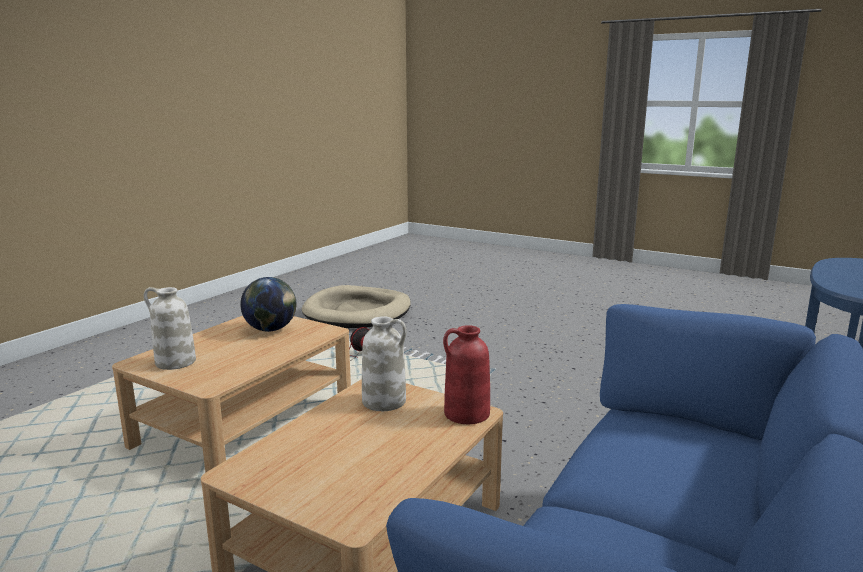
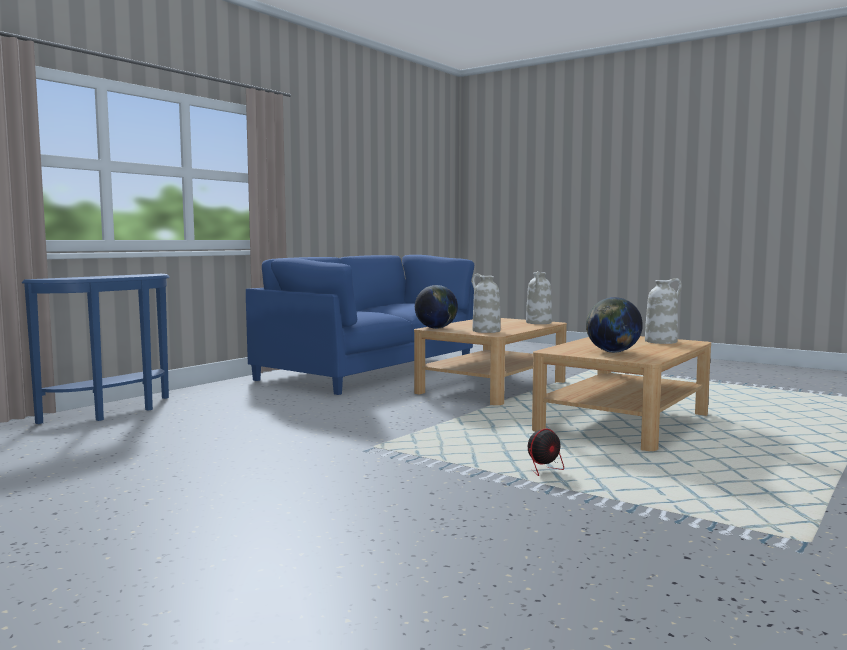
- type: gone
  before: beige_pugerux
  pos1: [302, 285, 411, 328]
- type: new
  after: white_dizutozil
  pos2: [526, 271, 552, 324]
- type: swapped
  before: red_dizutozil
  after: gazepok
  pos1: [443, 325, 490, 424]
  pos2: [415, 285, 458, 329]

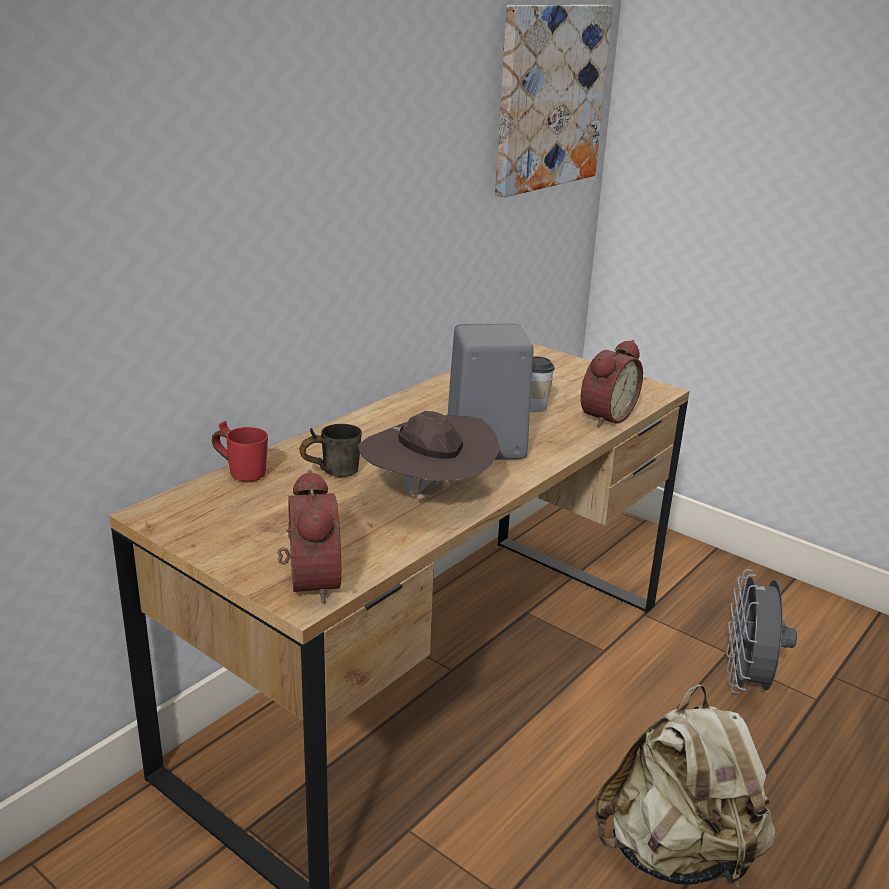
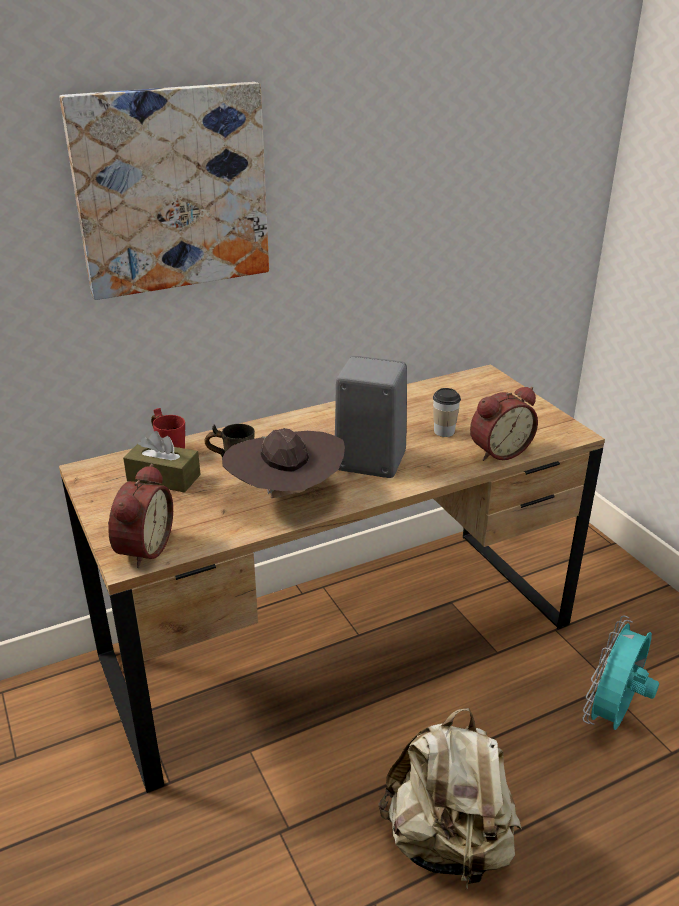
- type: new
  after: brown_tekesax
  pos2: [123, 431, 201, 493]
- type: shifted
  before: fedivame
  pos1: [495, 5, 613, 197]
  pos2: [60, 82, 269, 300]
- type: repainted
  before: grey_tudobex
  after: turquoise_tudobex
  pos1: [726, 569, 797, 694]
  pos2: [582, 615, 659, 730]

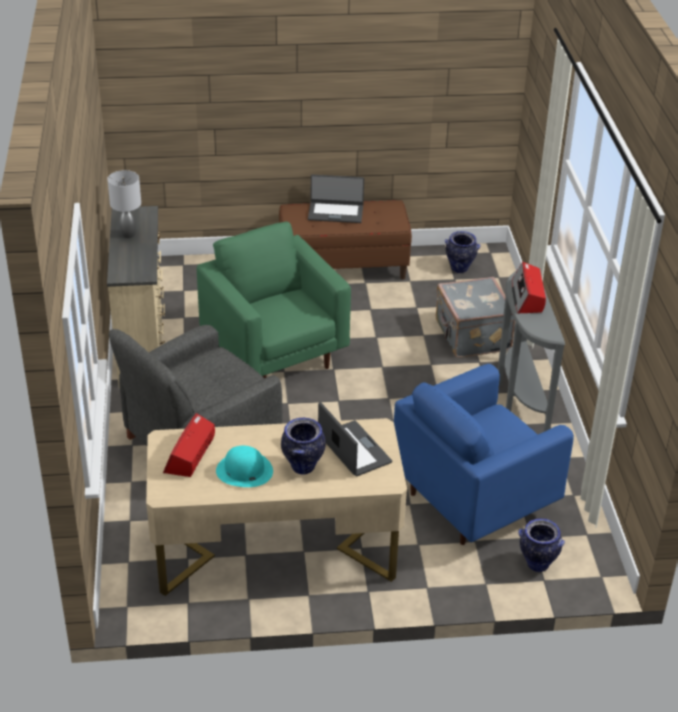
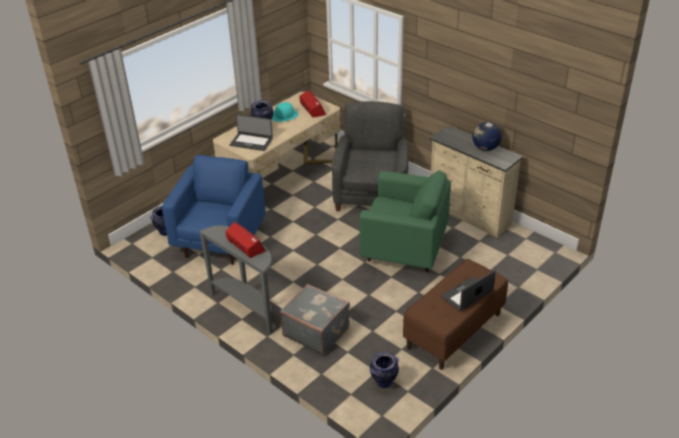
- type: swapped
  before: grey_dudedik
  after: gazepok
  pos1: [107, 170, 141, 238]
  pos2: [472, 122, 501, 151]

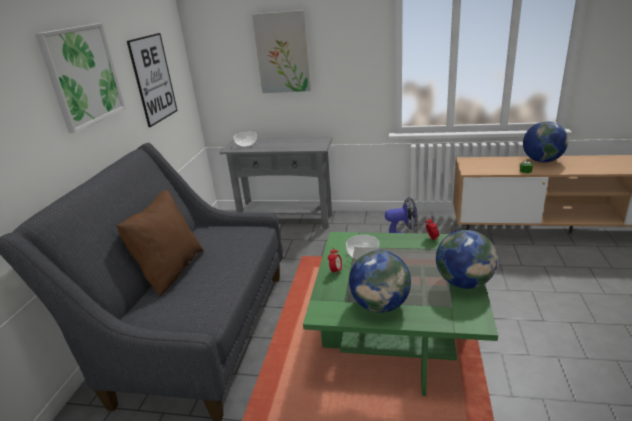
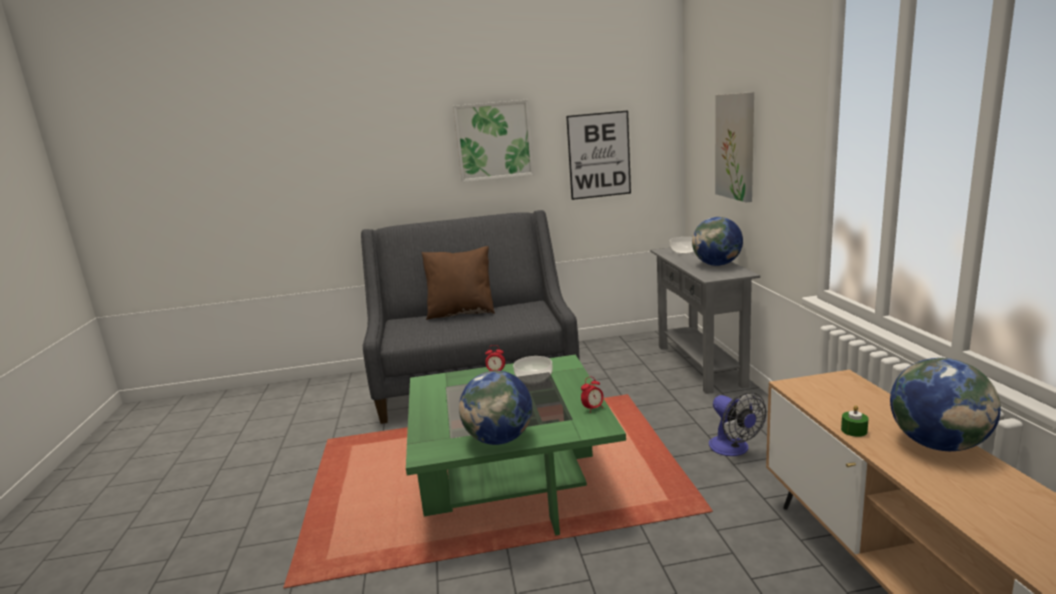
- type: shifted
  before: gazepok
  pos1: [349, 250, 411, 313]
  pos2: [692, 217, 743, 266]

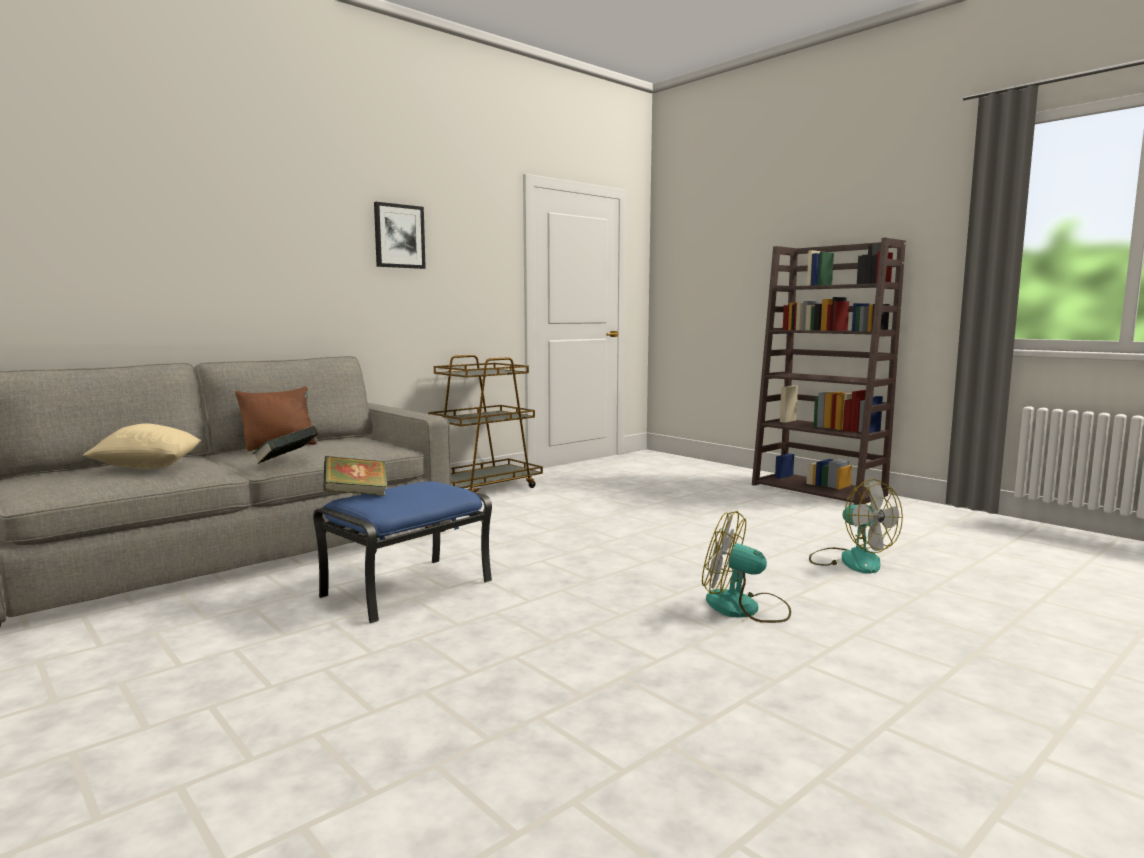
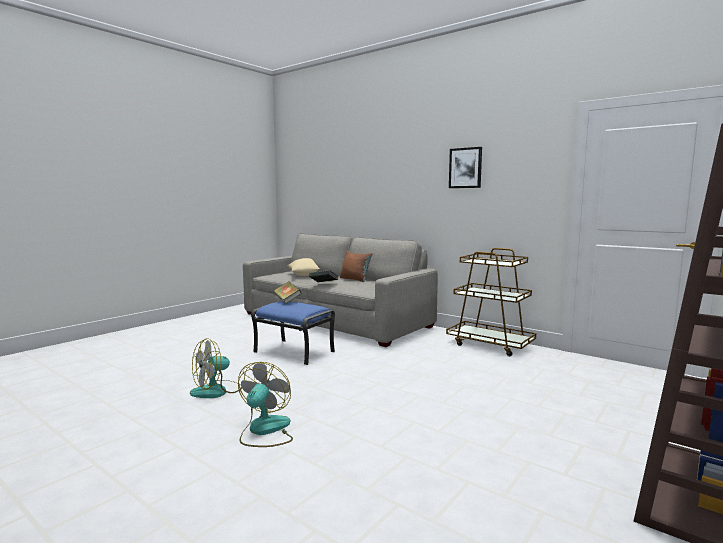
- type: shifted
  before: tudobex
  pos1: [809, 479, 903, 574]
  pos2: [190, 338, 242, 398]

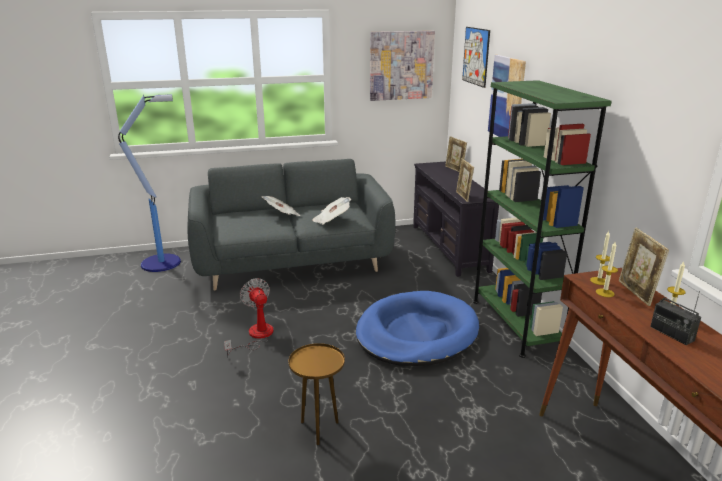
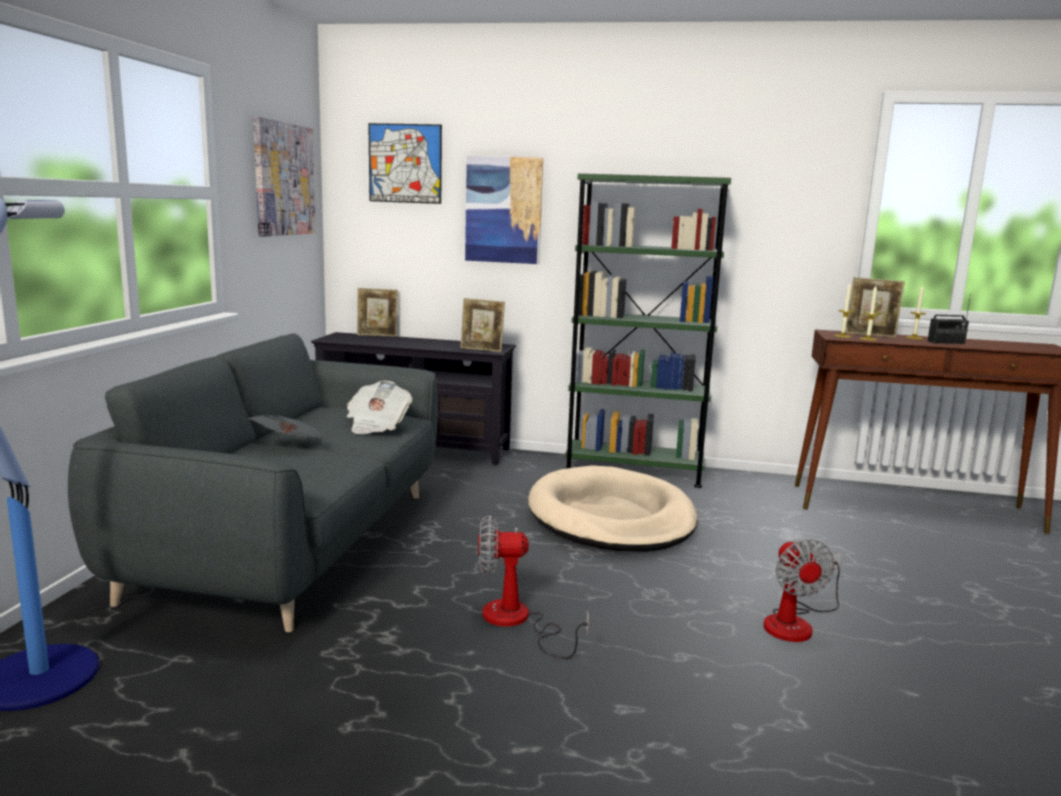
- type: swapped
  before: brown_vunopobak
  after: tudobex
  pos1: [288, 343, 345, 446]
  pos2: [763, 539, 842, 642]
- type: repainted
  before: blue_pugerux
  after: beige_pugerux
  pos1: [356, 291, 479, 366]
  pos2: [528, 465, 698, 552]

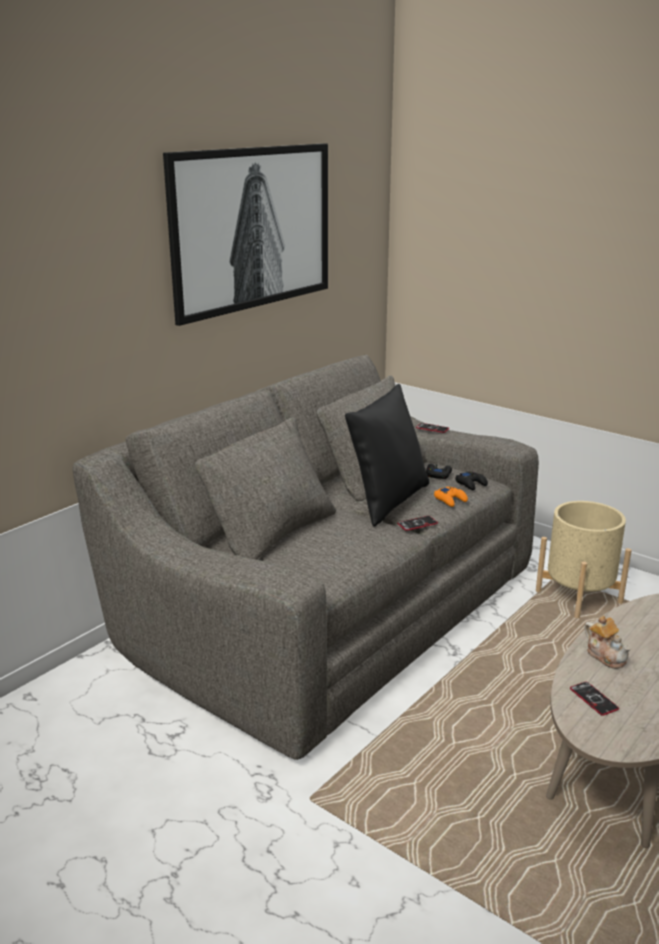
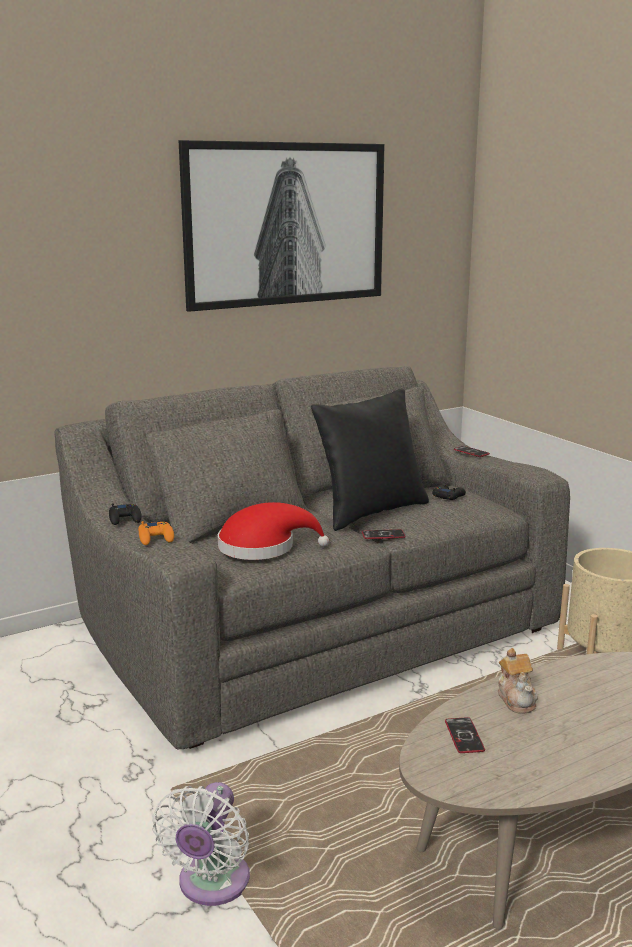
- type: new
  after: white_tudobex
  pos2: [152, 782, 250, 906]
- type: new
  after: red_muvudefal
  pos2: [218, 502, 329, 560]
- type: shifted
  before: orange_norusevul
  pos1: [434, 487, 468, 507]
  pos2: [138, 521, 174, 545]
- type: shifted
  before: black_norusevul
  pos1: [455, 472, 488, 490]
  pos2: [109, 504, 142, 525]

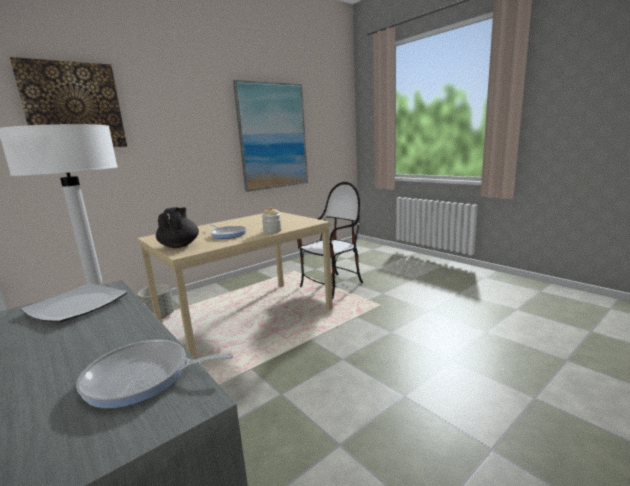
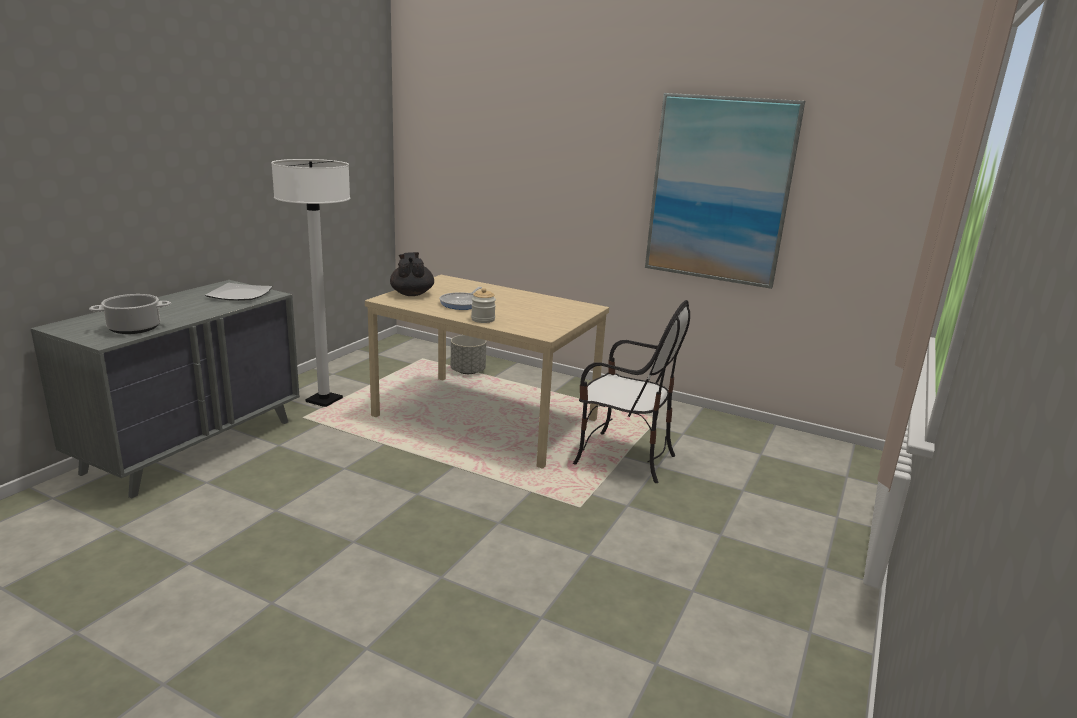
- type: gone
  before: fedivame
  pos1: [10, 57, 127, 147]
- type: swapped
  before: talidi
  after: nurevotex
  pos1: [76, 340, 234, 408]
  pos2: [89, 294, 171, 334]
- type: rotated
  before: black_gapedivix
  pos1: [156, 207, 199, 248]
  pos2: [390, 252, 434, 296]
  turn: -75

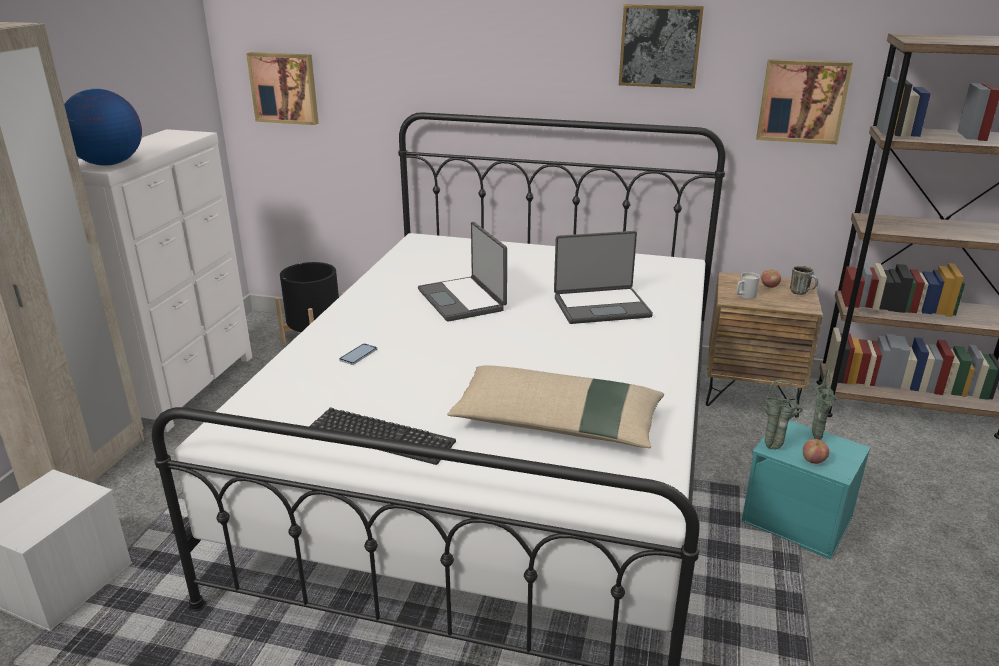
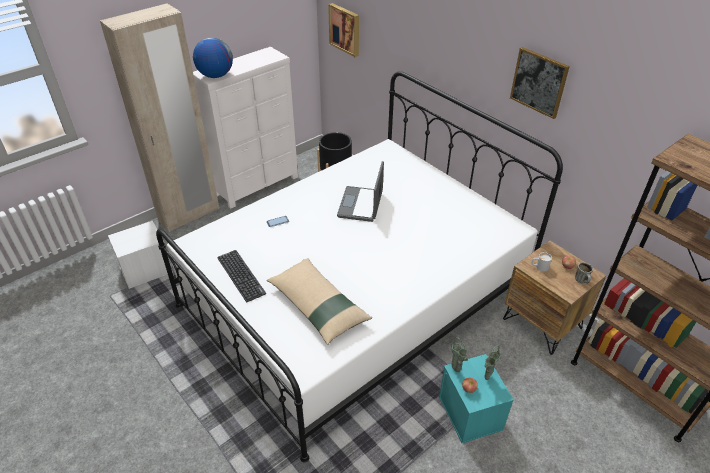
- type: gone
  before: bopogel
  pos1: [554, 231, 653, 324]
- type: gone
  before: fedivame
  pos1: [756, 59, 853, 144]

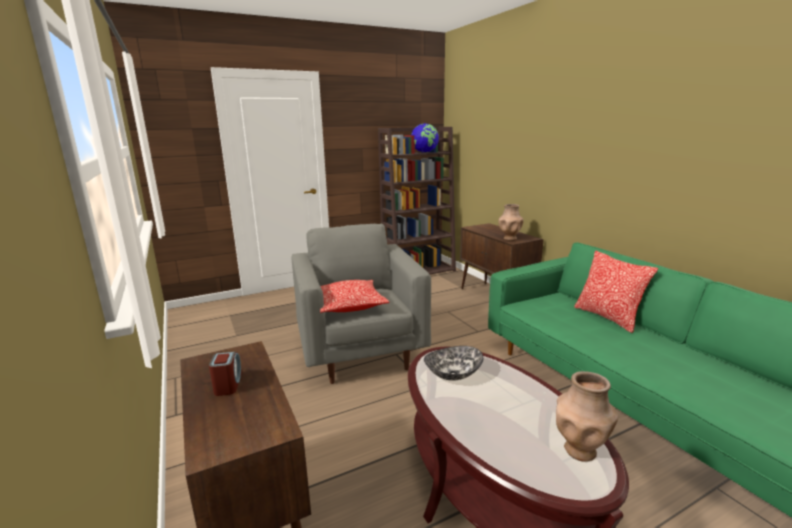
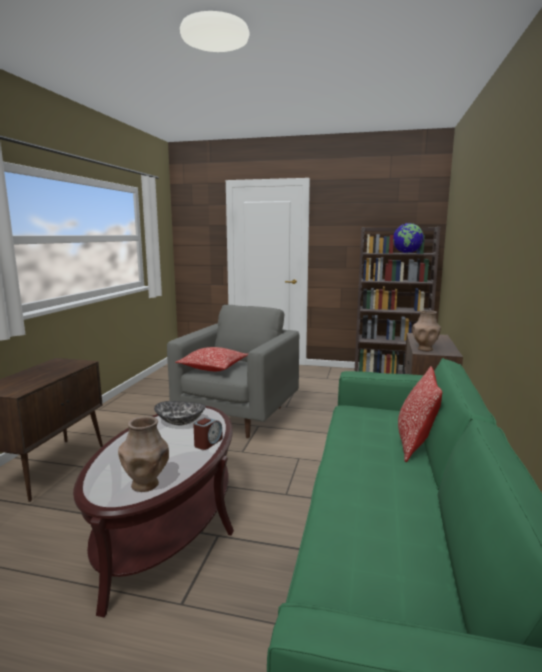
- type: shifted
  before: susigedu
  pos1: [209, 352, 242, 396]
  pos2: [193, 417, 223, 450]

